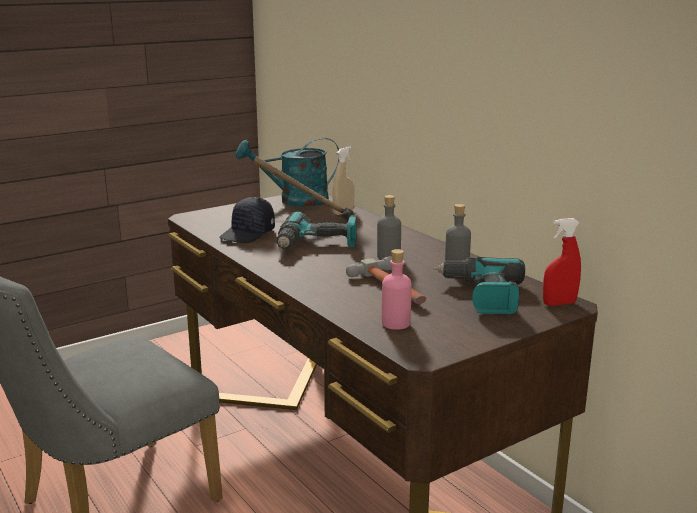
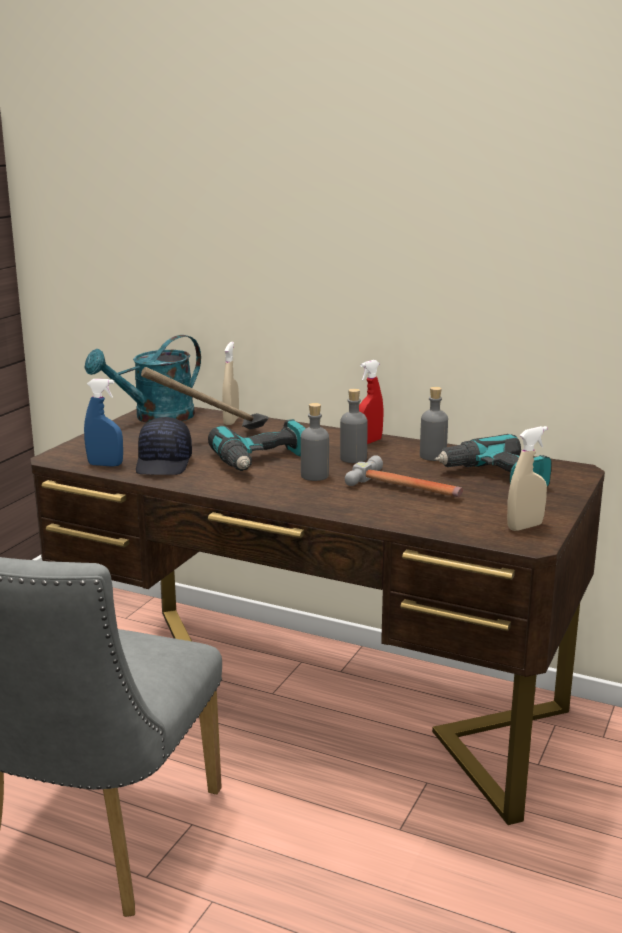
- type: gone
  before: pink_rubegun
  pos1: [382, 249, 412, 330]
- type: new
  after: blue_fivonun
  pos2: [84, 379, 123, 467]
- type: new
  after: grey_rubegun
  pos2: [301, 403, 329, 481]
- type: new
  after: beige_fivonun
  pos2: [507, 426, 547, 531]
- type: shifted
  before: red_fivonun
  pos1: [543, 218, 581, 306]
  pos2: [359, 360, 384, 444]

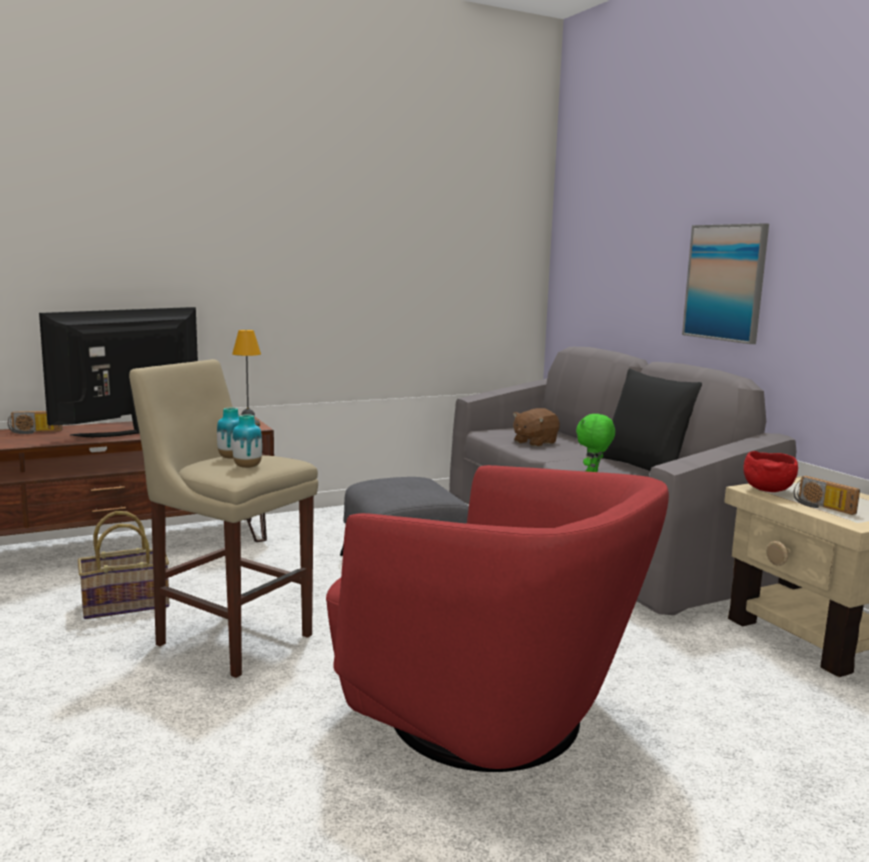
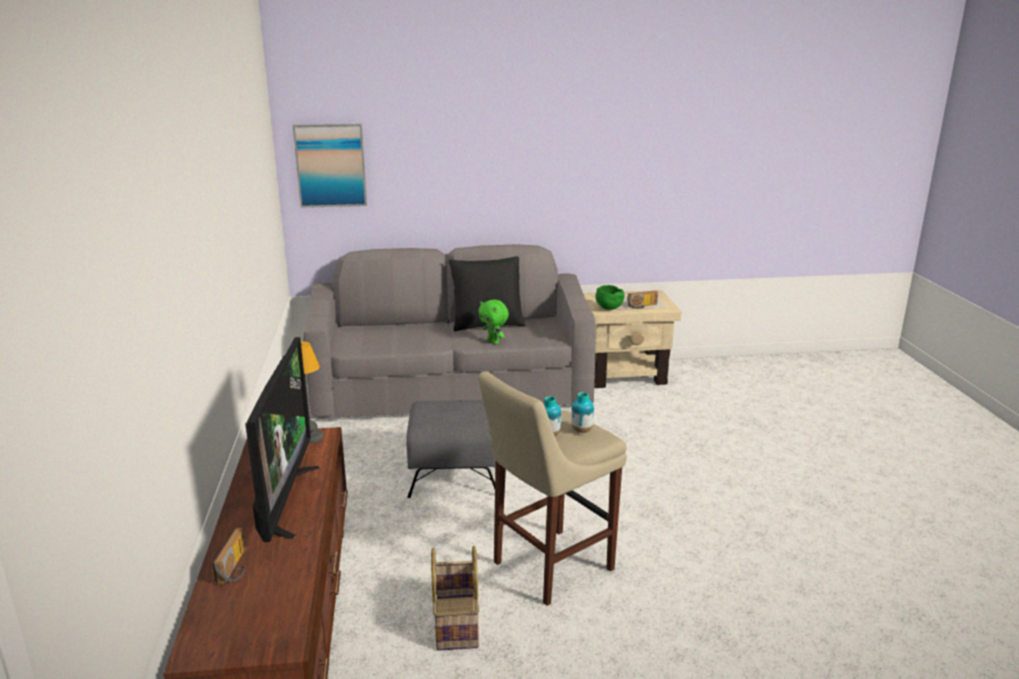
- type: gone
  before: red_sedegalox
  pos1: [326, 465, 669, 772]
- type: gone
  before: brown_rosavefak
  pos1: [513, 408, 560, 447]
- type: shifted
  before: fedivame
  pos1: [682, 223, 769, 344]
  pos2: [293, 124, 367, 208]
- type: repainted
  before: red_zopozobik
  after: green_zopozobik
  pos1: [743, 451, 798, 492]
  pos2: [596, 285, 624, 310]
- type: rotated
  before: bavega
  pos1: [39, 307, 198, 437]
  pos2: [245, 337, 320, 542]
  turn: -150

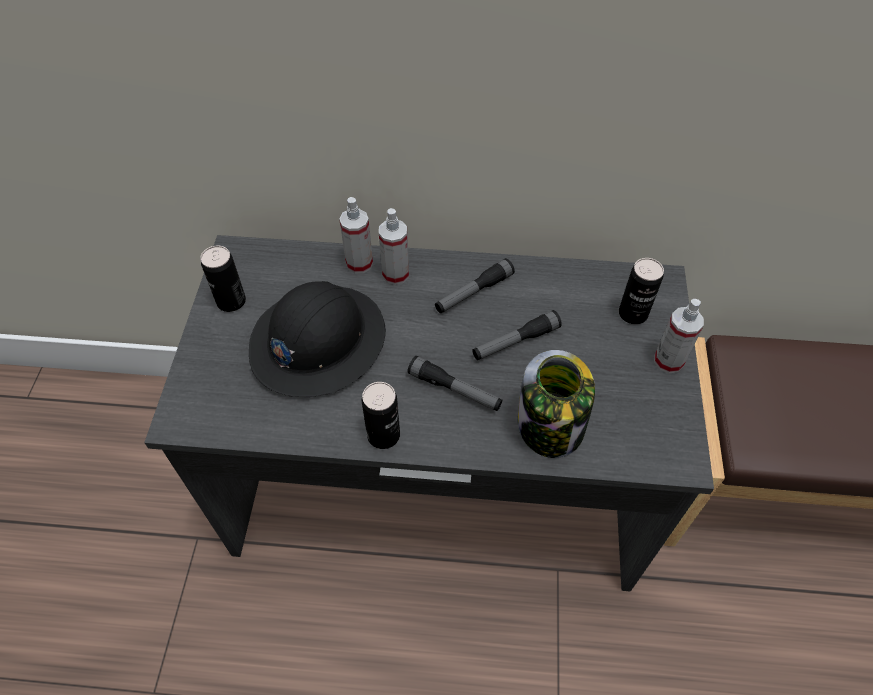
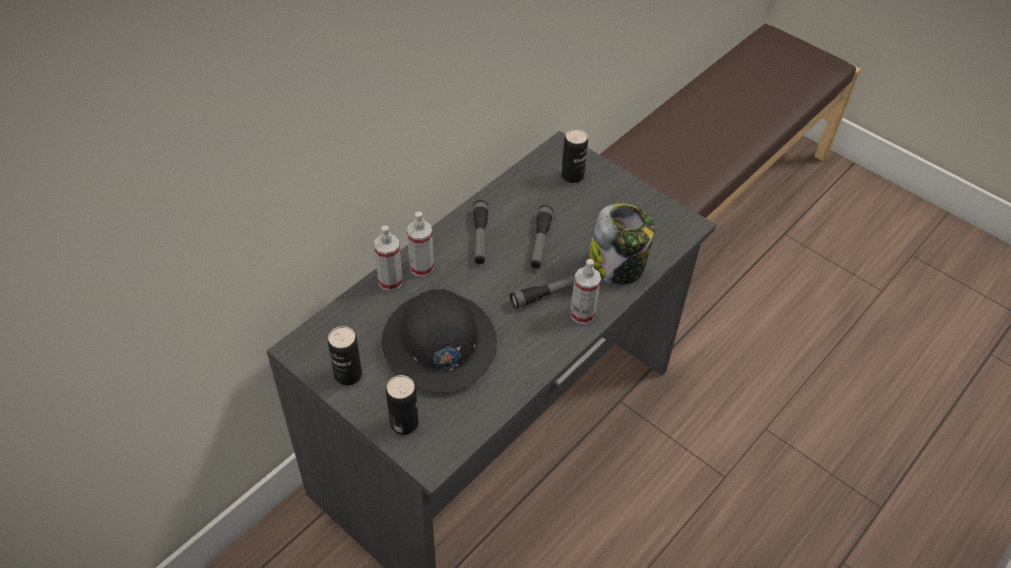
- type: shifted
  before: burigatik
  pos1: [362, 382, 400, 449]
  pos2: [386, 375, 419, 435]
- type: shifted
  before: fivonun
  pos1: [654, 299, 704, 373]
  pos2: [570, 259, 601, 324]

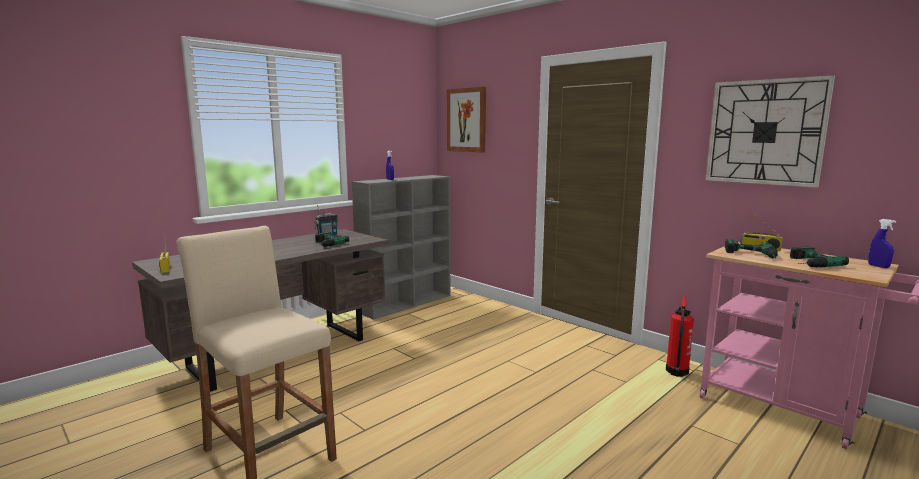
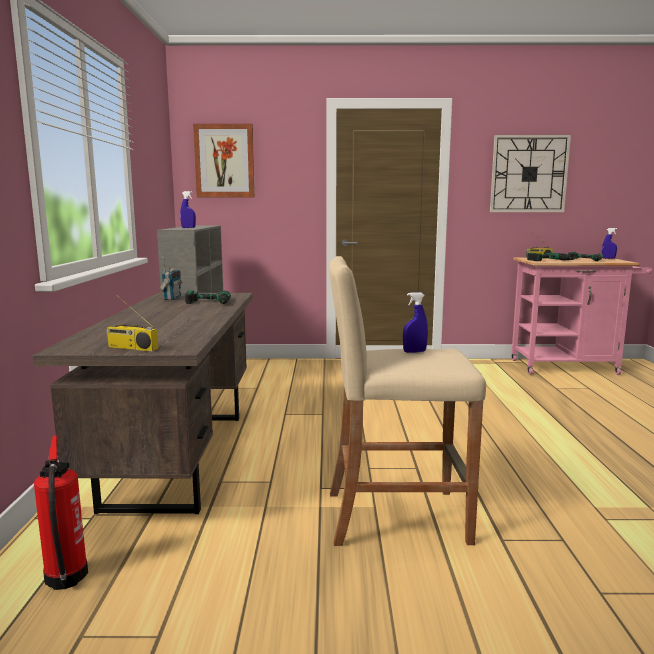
- type: new
  after: blue_fivonun
  pos2: [403, 292, 428, 353]
- type: shifted
  before: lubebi
  pos1: [666, 295, 694, 377]
  pos2: [34, 435, 88, 590]

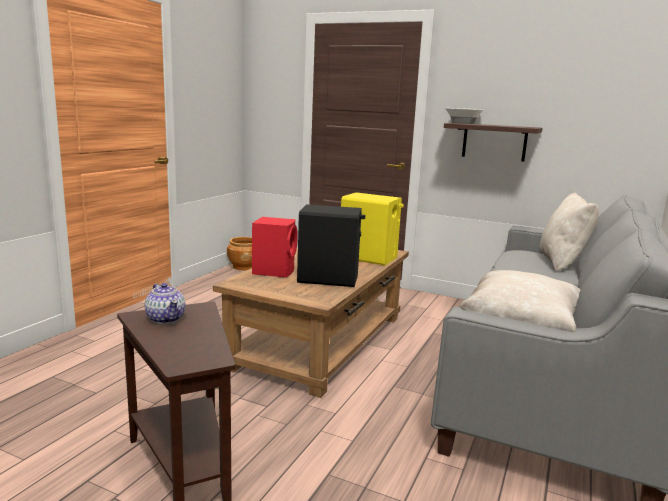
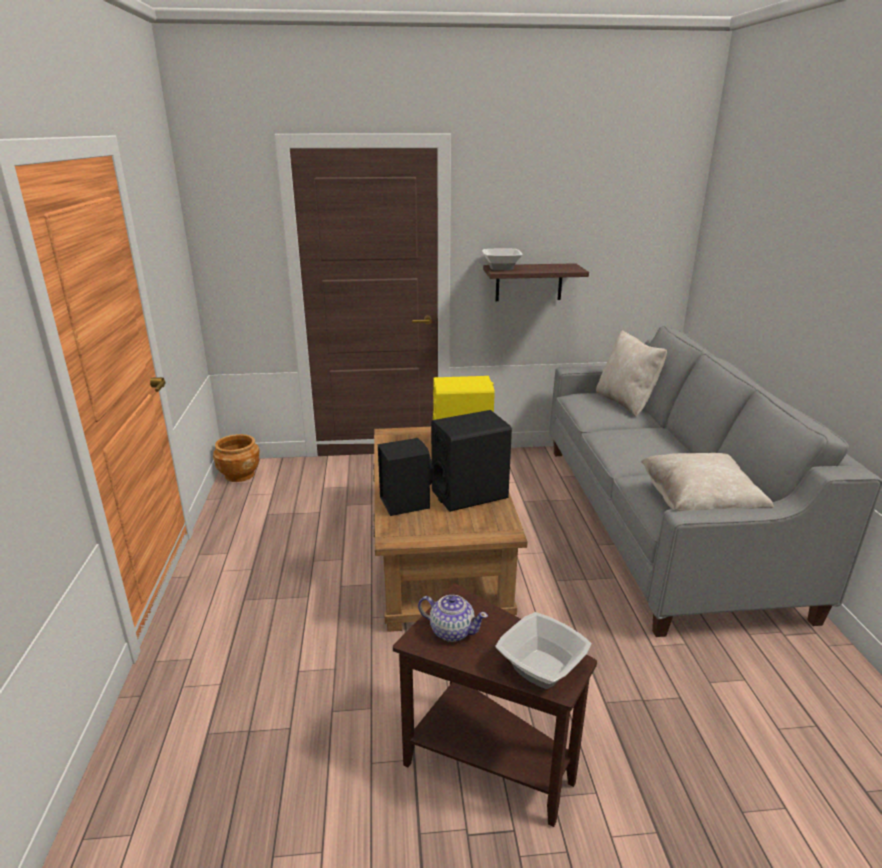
- type: new
  after: zopozobik
  pos2: [495, 612, 591, 689]
- type: repainted
  before: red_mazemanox
  after: black_mazemanox
  pos1: [252, 217, 298, 278]
  pos2: [378, 438, 433, 516]

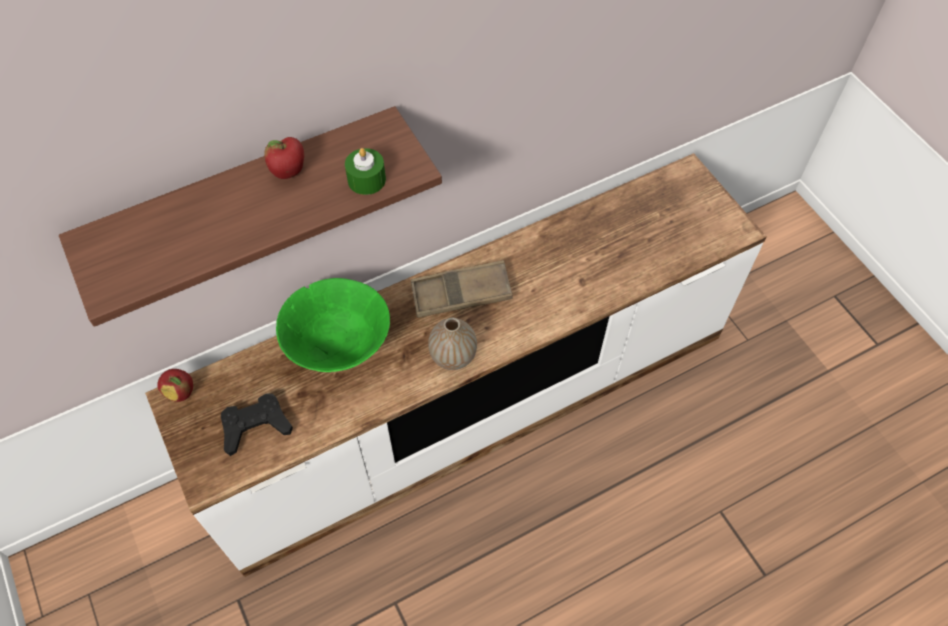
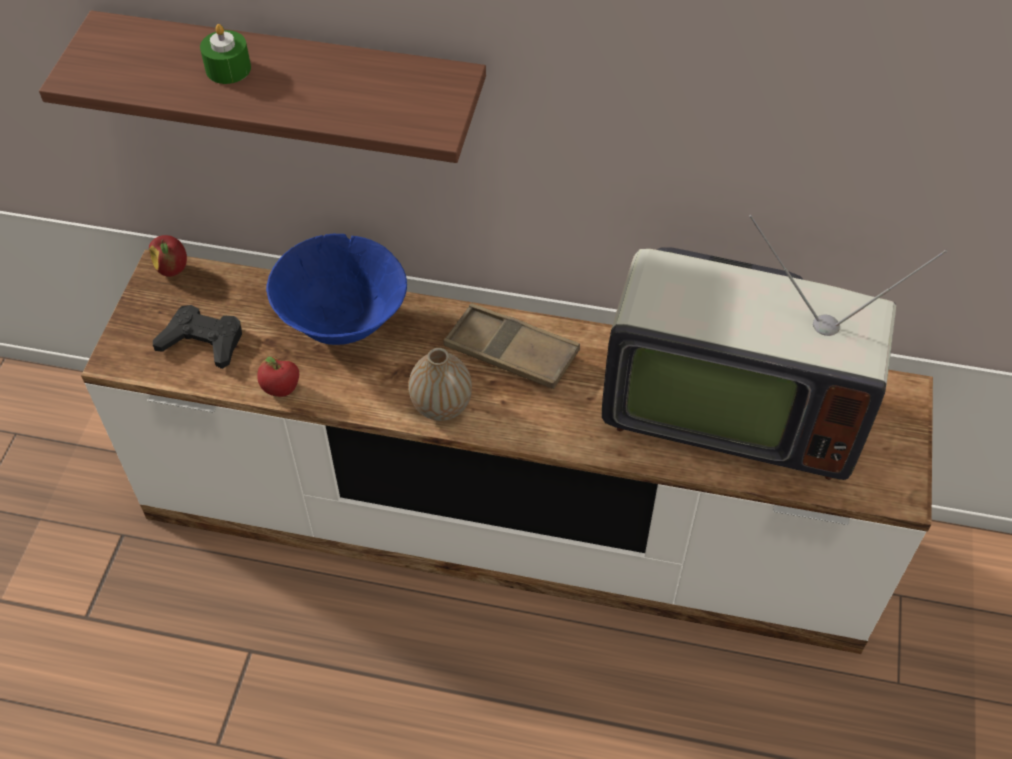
- type: new
  after: bavega
  pos2: [602, 215, 947, 480]
- type: shifted
  before: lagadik
  pos1: [264, 137, 304, 179]
  pos2: [257, 357, 299, 397]
- type: shifted
  before: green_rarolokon
  pos1: [345, 148, 386, 195]
  pos2: [200, 24, 251, 84]
- type: repainted
  before: green_zopozobik
  after: blue_zopozobik
  pos1: [276, 278, 390, 372]
  pos2: [266, 234, 407, 345]

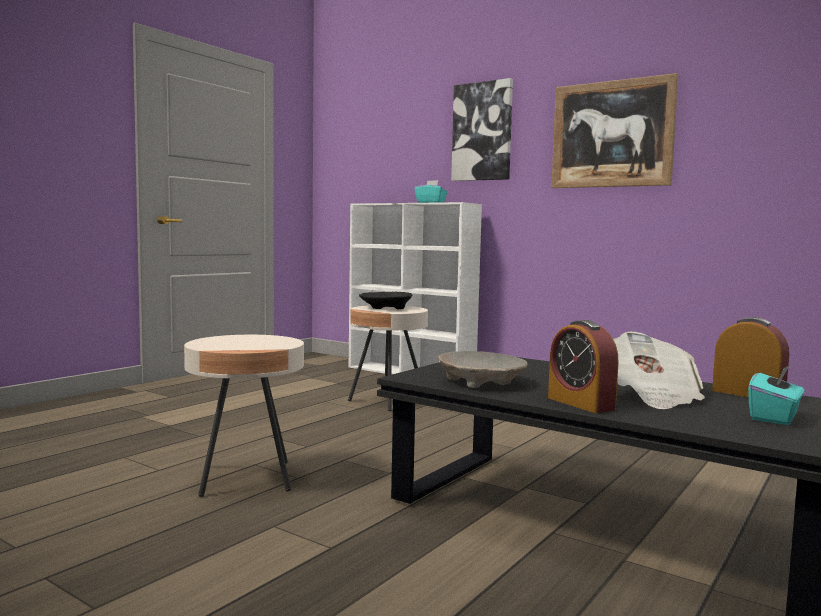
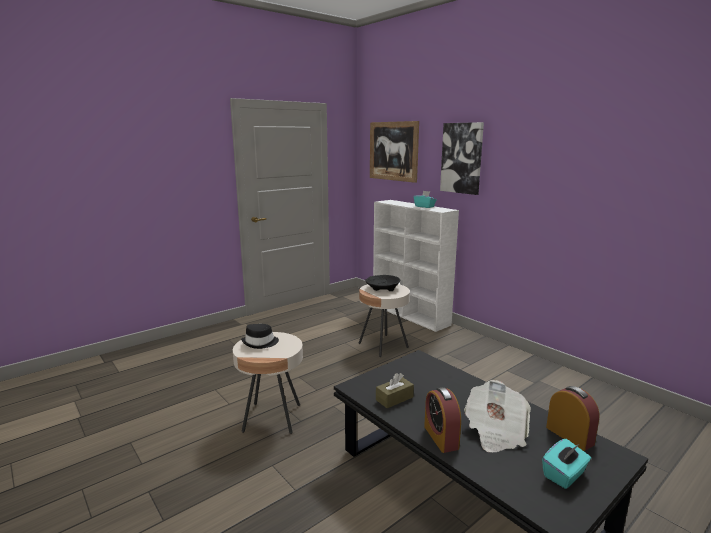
- type: new
  after: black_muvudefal
  pos2: [241, 324, 279, 349]
- type: shifted
  before: fedivame
  pos1: [551, 73, 679, 188]
  pos2: [370, 121, 419, 183]
- type: swapped
  before: beige_zopozobik
  after: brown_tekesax
  pos1: [438, 351, 528, 388]
  pos2: [376, 373, 414, 408]

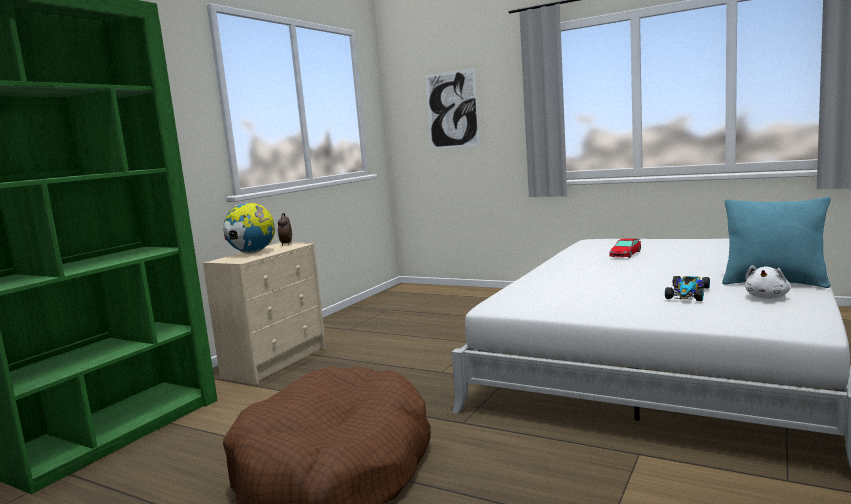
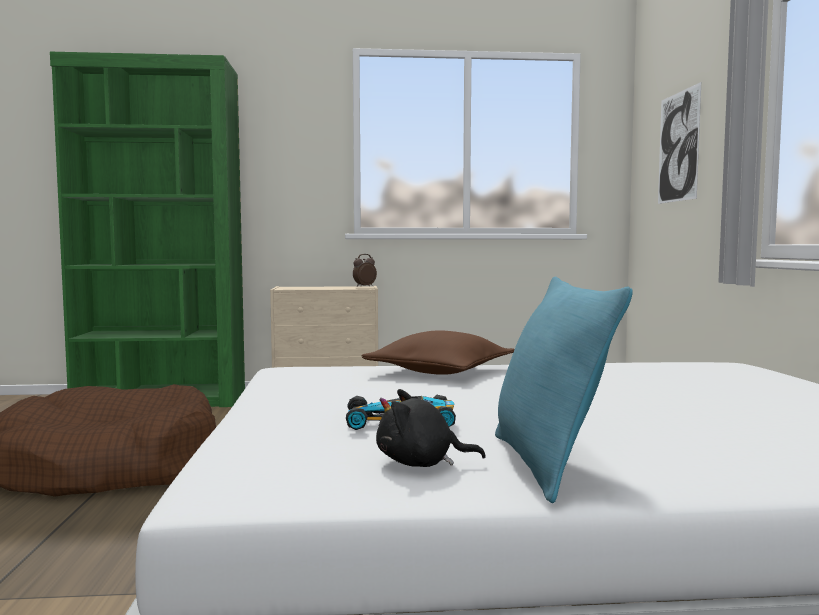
- type: gone
  before: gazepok
  pos1: [223, 203, 275, 254]
- type: gone
  before: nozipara
  pos1: [610, 239, 641, 258]
- type: new
  after: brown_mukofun
  pos2: [361, 330, 514, 375]
- type: repainted
  before: white_rosavefak
  after: black_rosavefak
  pos1: [745, 265, 791, 299]
  pos2: [376, 389, 485, 467]

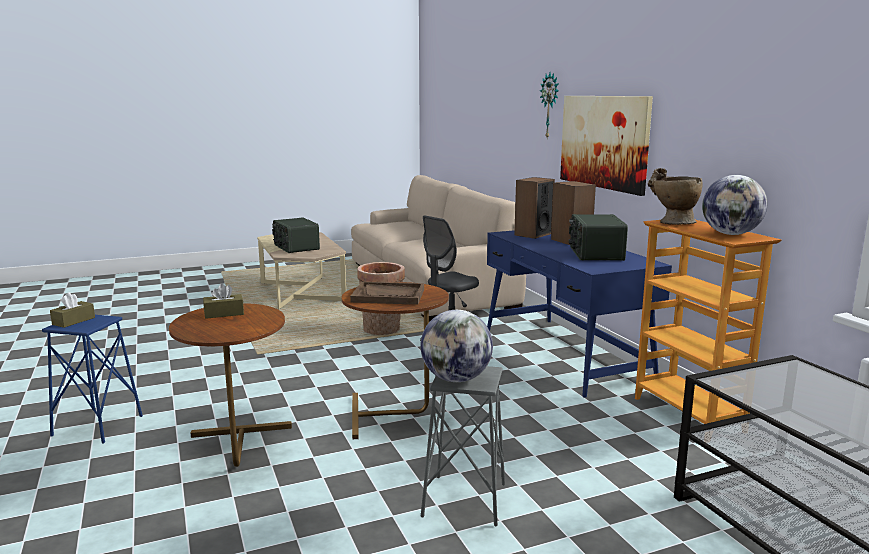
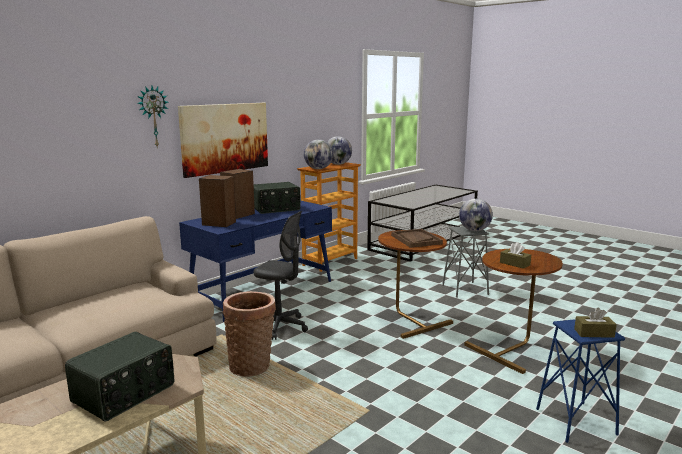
- type: swapped
  before: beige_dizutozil
  after: gazepok
  pos1: [648, 168, 703, 225]
  pos2: [304, 139, 333, 169]

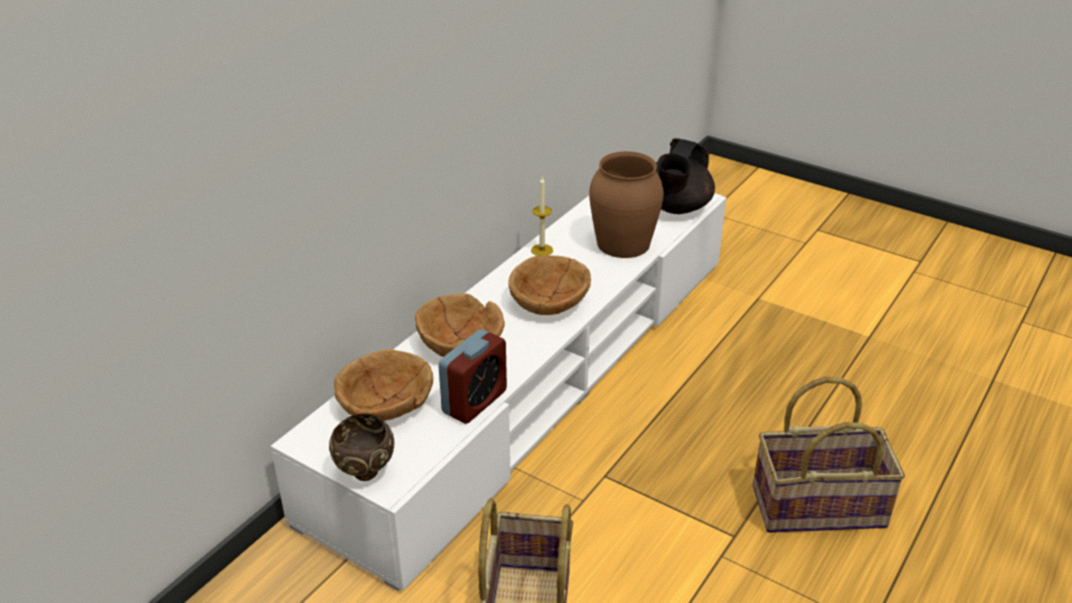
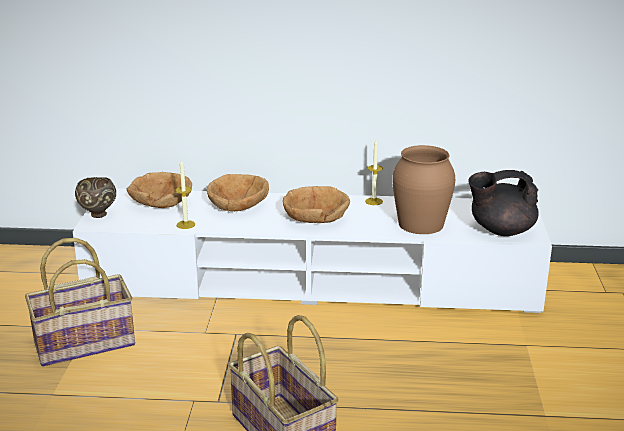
- type: swapped
  before: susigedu
  after: rarolokon
  pos1: [438, 329, 507, 424]
  pos2: [175, 159, 195, 229]

